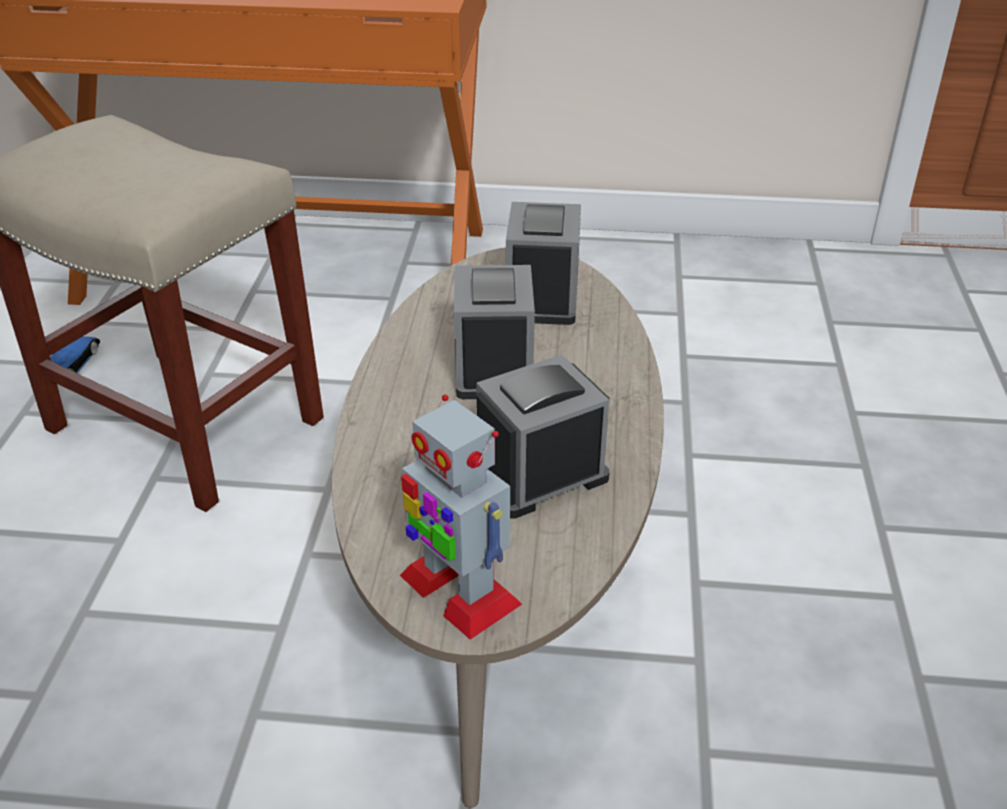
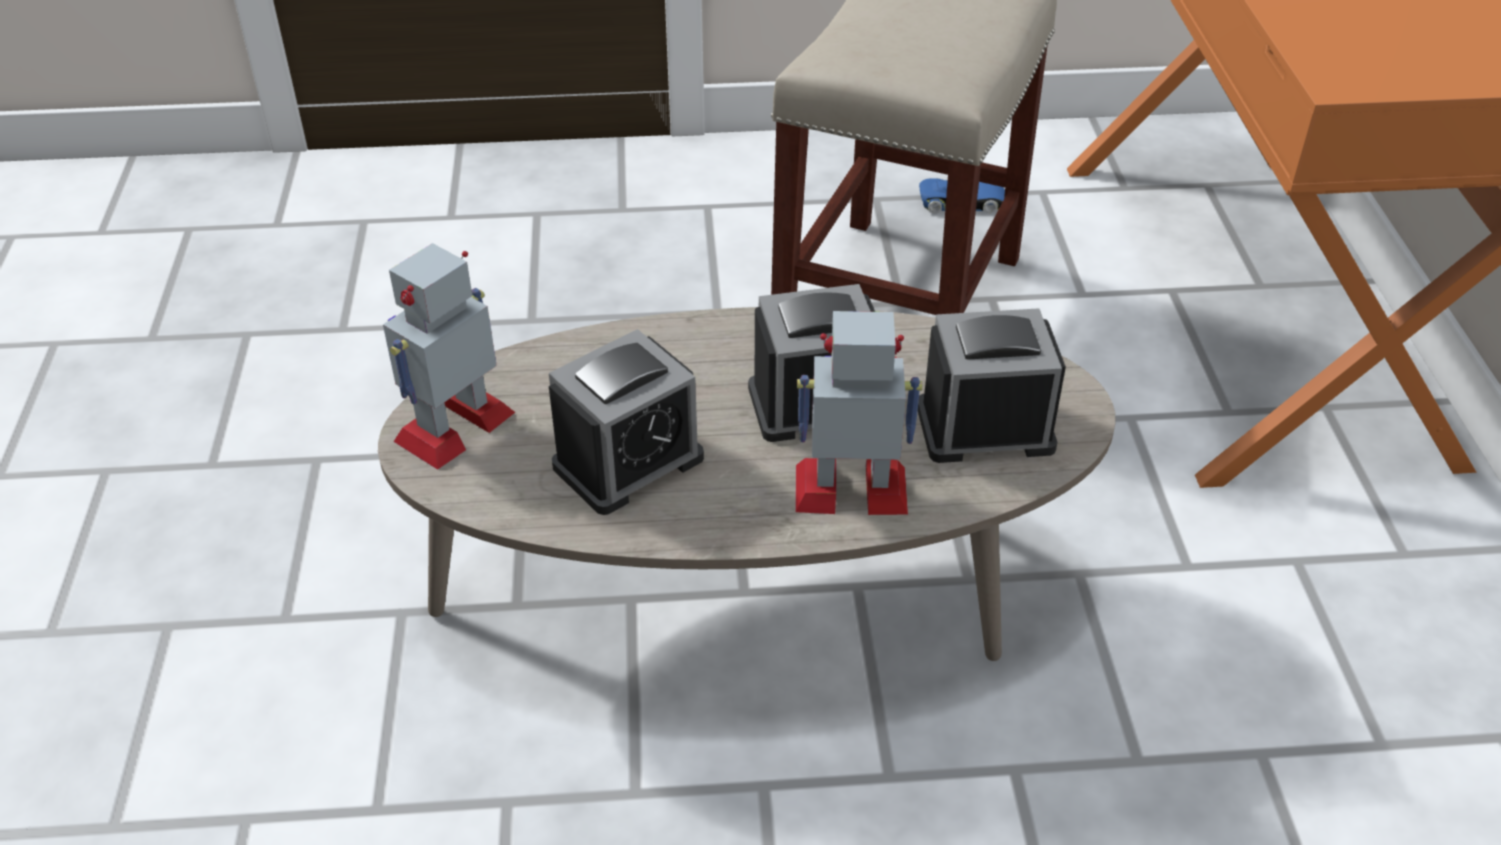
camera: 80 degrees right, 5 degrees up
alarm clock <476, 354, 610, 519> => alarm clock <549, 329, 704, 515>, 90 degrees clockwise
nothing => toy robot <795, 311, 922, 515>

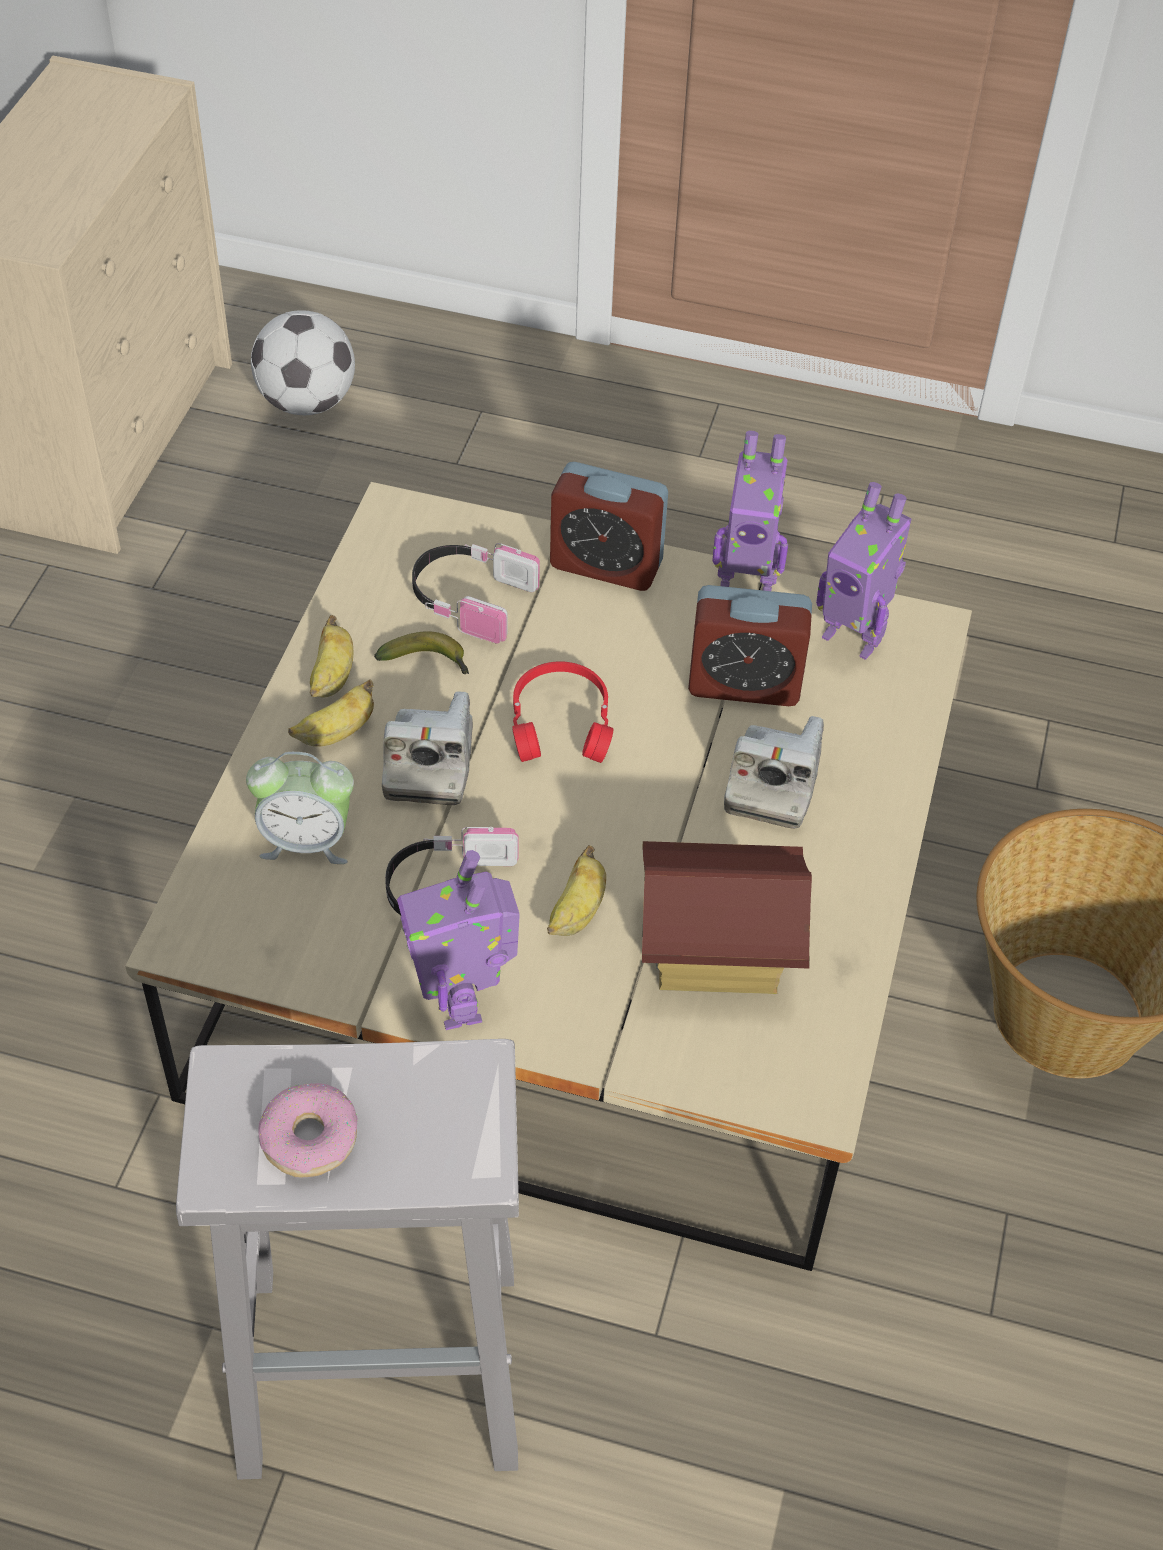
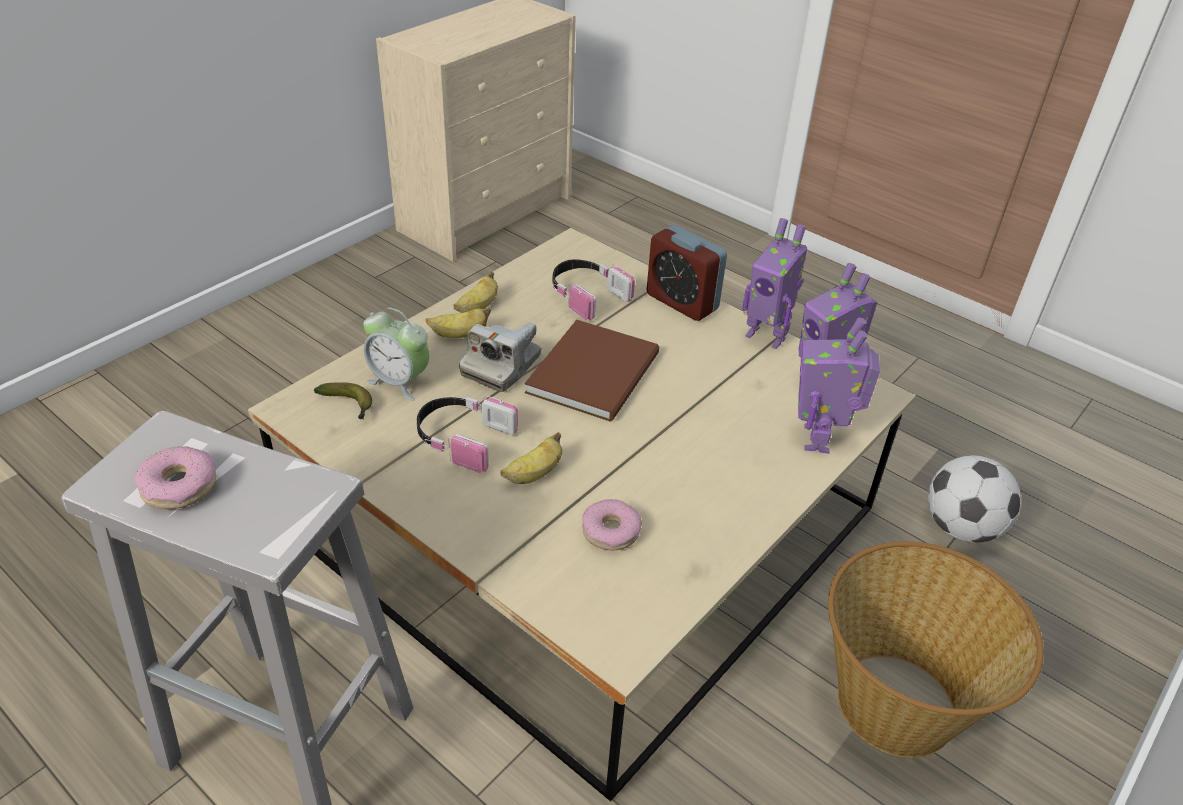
camera: 25 degrees right, 10 degrees down
football <251, 310, 355, 415> => football <928, 455, 1021, 543>, move
alarm clock <688, 585, 812, 706> => nothing
banana <374, 631, 469, 674> => banana <314, 382, 372, 420>, move
headphones (red) <512, 661, 613, 763> => book (brown) <525, 320, 659, 422>
photo camera <724, 716, 824, 829> => nothing
toy house <642, 841, 812, 994> => donut <582, 499, 642, 551>
toy robot <397, 850, 520, 1030> => toy robot <798, 317, 880, 454>, move

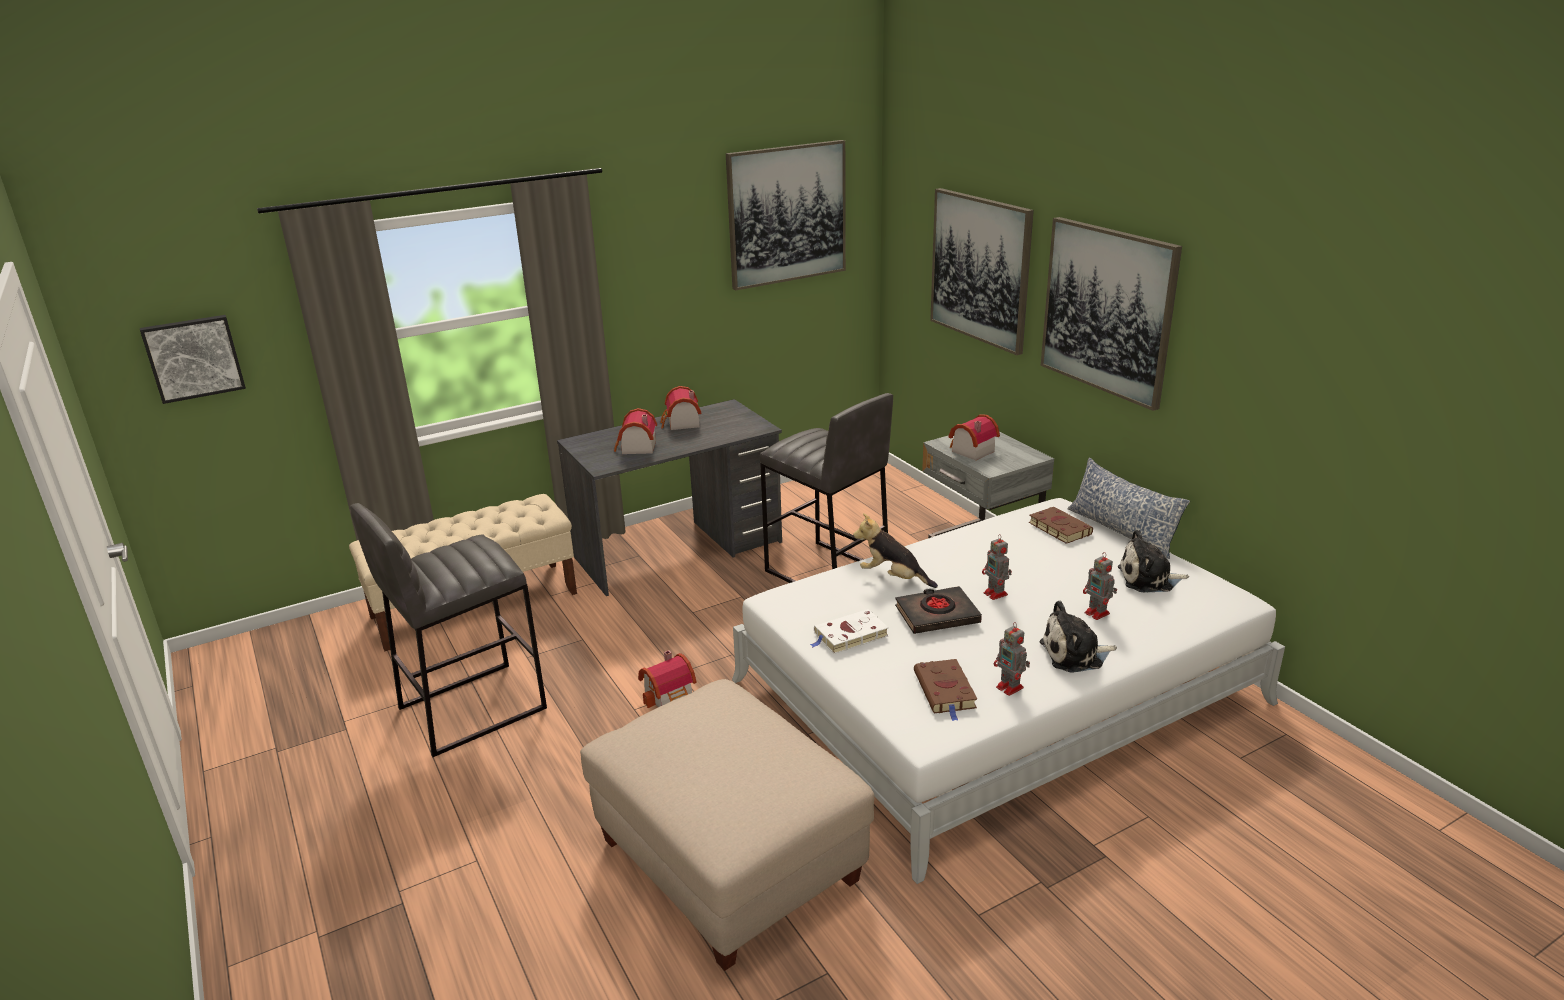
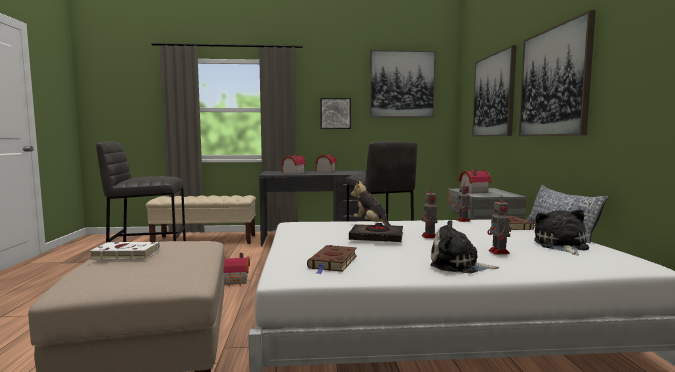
camera: 25 degrees right, 20 degrees down
picture <140, 315, 246, 404> => picture <320, 98, 351, 129>, move
plush toy <1118, 529, 1189, 592> => plush toy <534, 209, 589, 255>, 75 degrees clockwise
book (white) <810, 609, 889, 654> => book (white) <89, 242, 160, 260>, move
toy robot <994, 622, 1030, 696> => toy robot <455, 180, 471, 222>, move

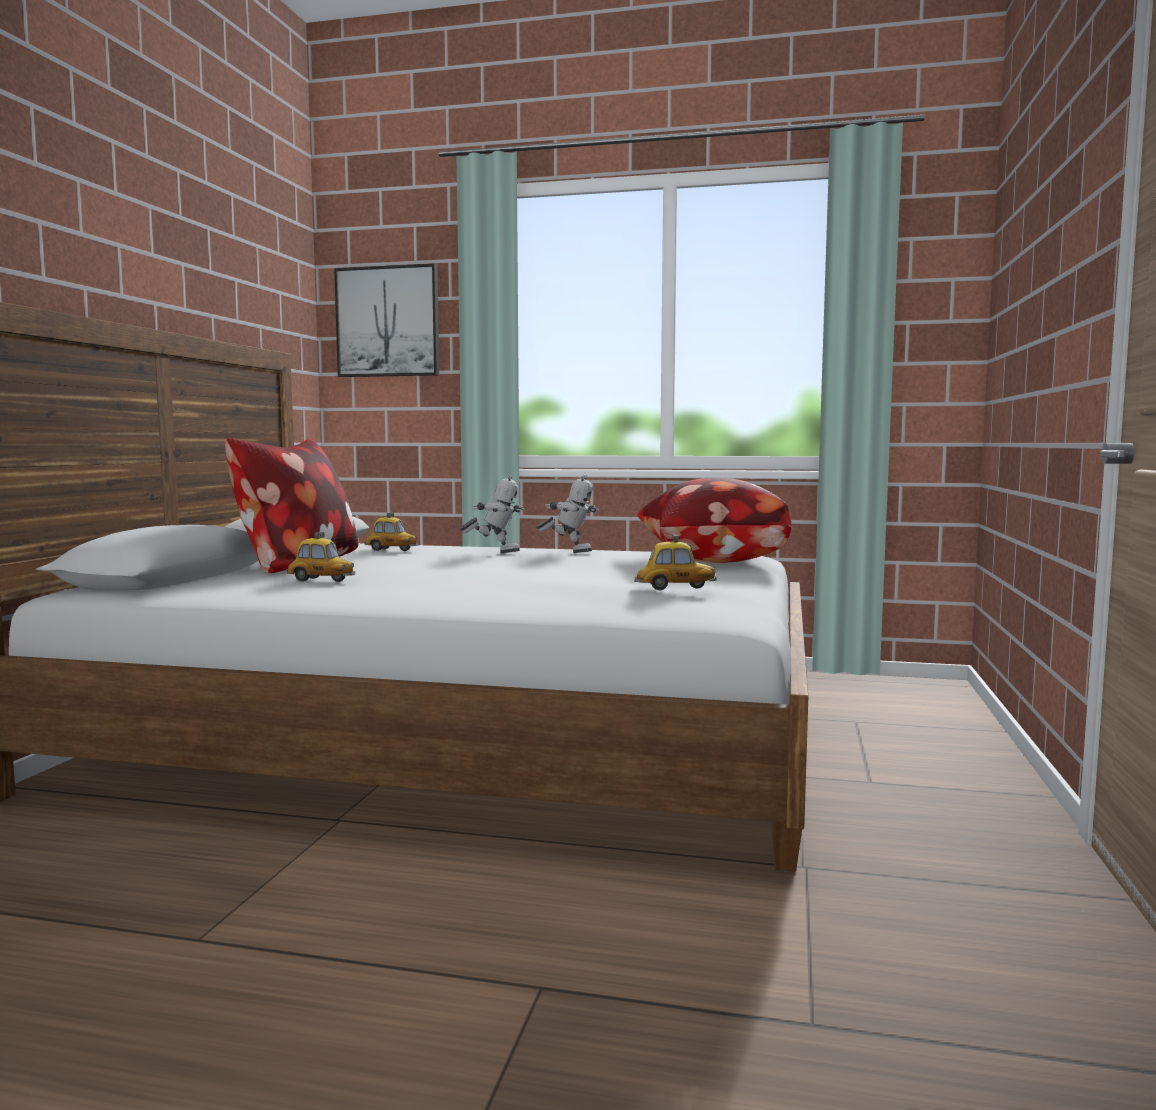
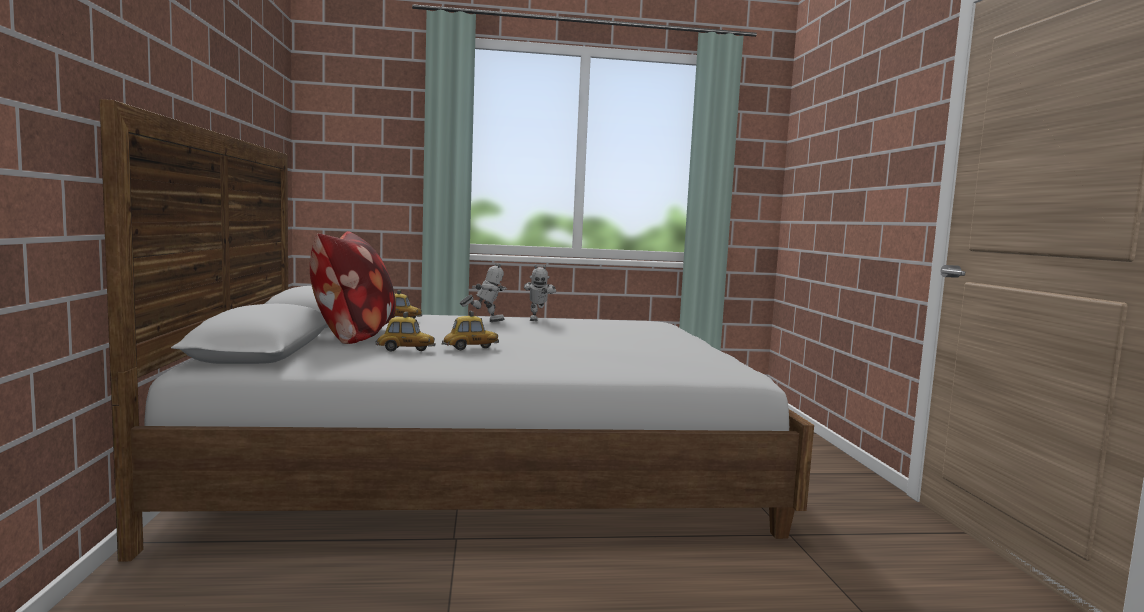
camera: 20 degrees left, 0 degrees up
picture <334, 264, 439, 377> => nothing
toy robot <536, 475, 599, 553> => toy robot <524, 265, 556, 321>, 90 degrees clockwise
pillow <637, 478, 792, 563> => nothing
toy car <634, 535, 717, 590> => toy car <441, 311, 499, 350>, move

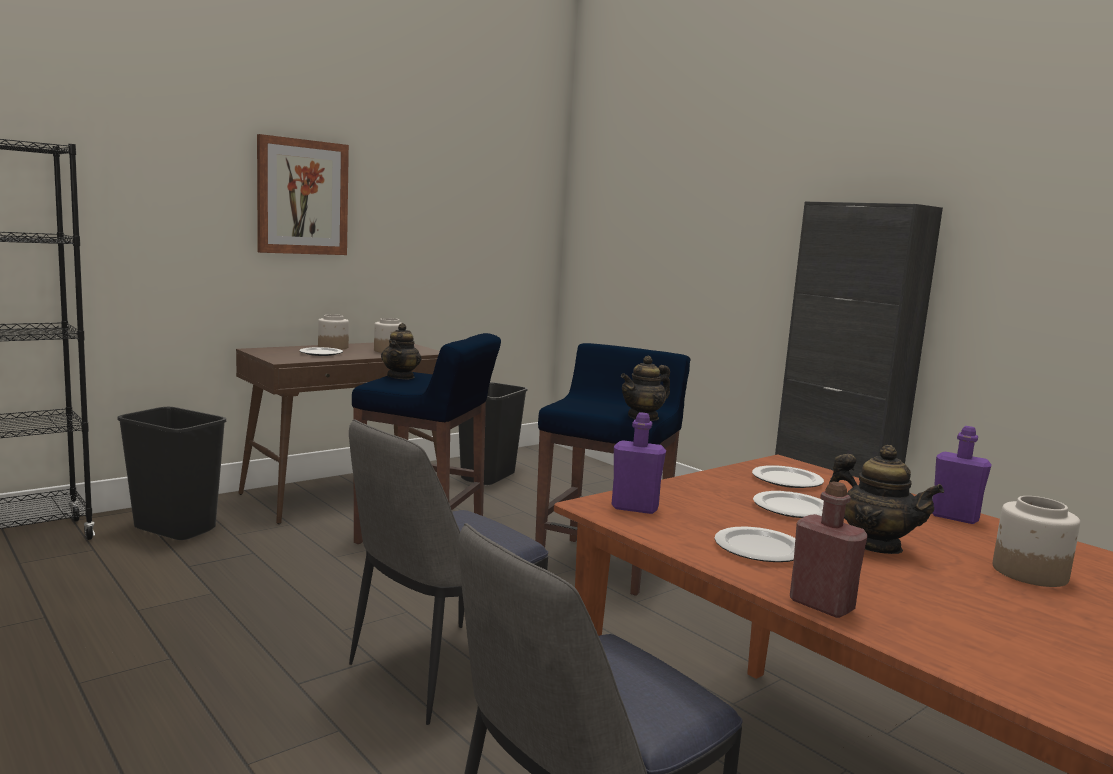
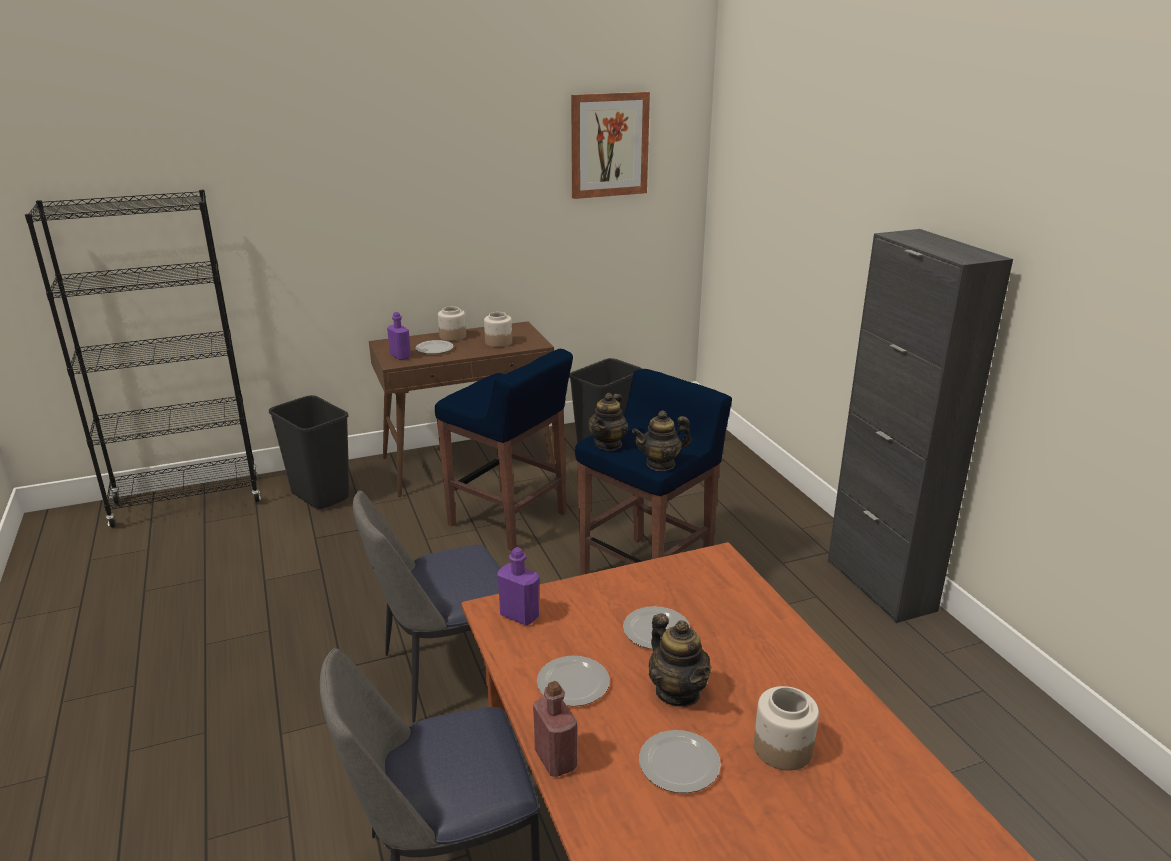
camera: 20 degrees right, 15 degrees up
picture <257, 134, 349, 255> => picture <571, 92, 650, 199>, move
teapot <381, 323, 421, 379> => teapot <588, 393, 629, 450>, move
bottle (purple) <932, 426, 992, 524> => bottle (purple) <387, 312, 411, 360>, move
plate <752, 465, 824, 488> => plate <639, 730, 721, 793>, move

